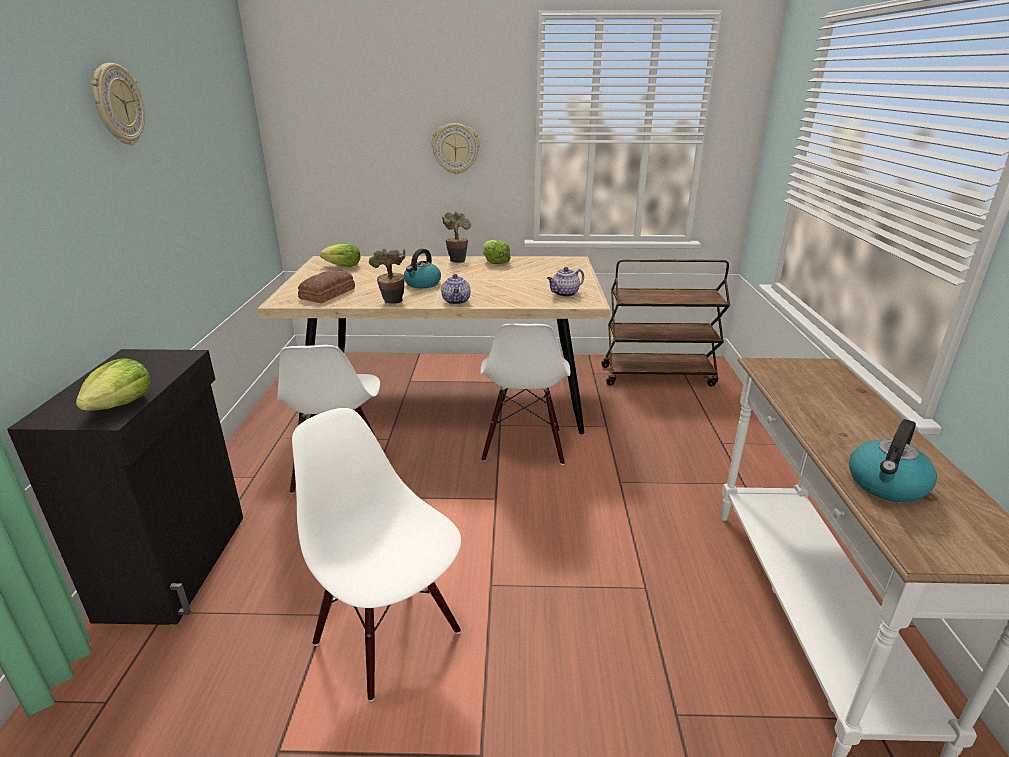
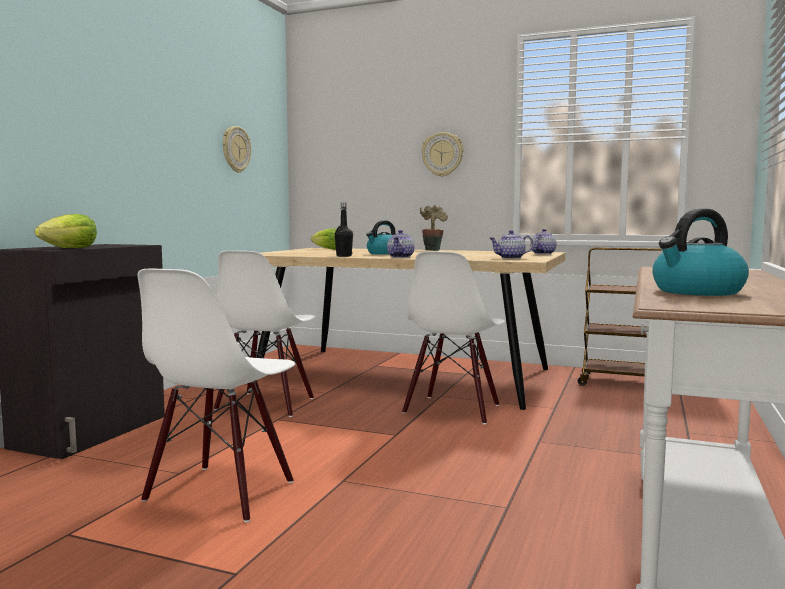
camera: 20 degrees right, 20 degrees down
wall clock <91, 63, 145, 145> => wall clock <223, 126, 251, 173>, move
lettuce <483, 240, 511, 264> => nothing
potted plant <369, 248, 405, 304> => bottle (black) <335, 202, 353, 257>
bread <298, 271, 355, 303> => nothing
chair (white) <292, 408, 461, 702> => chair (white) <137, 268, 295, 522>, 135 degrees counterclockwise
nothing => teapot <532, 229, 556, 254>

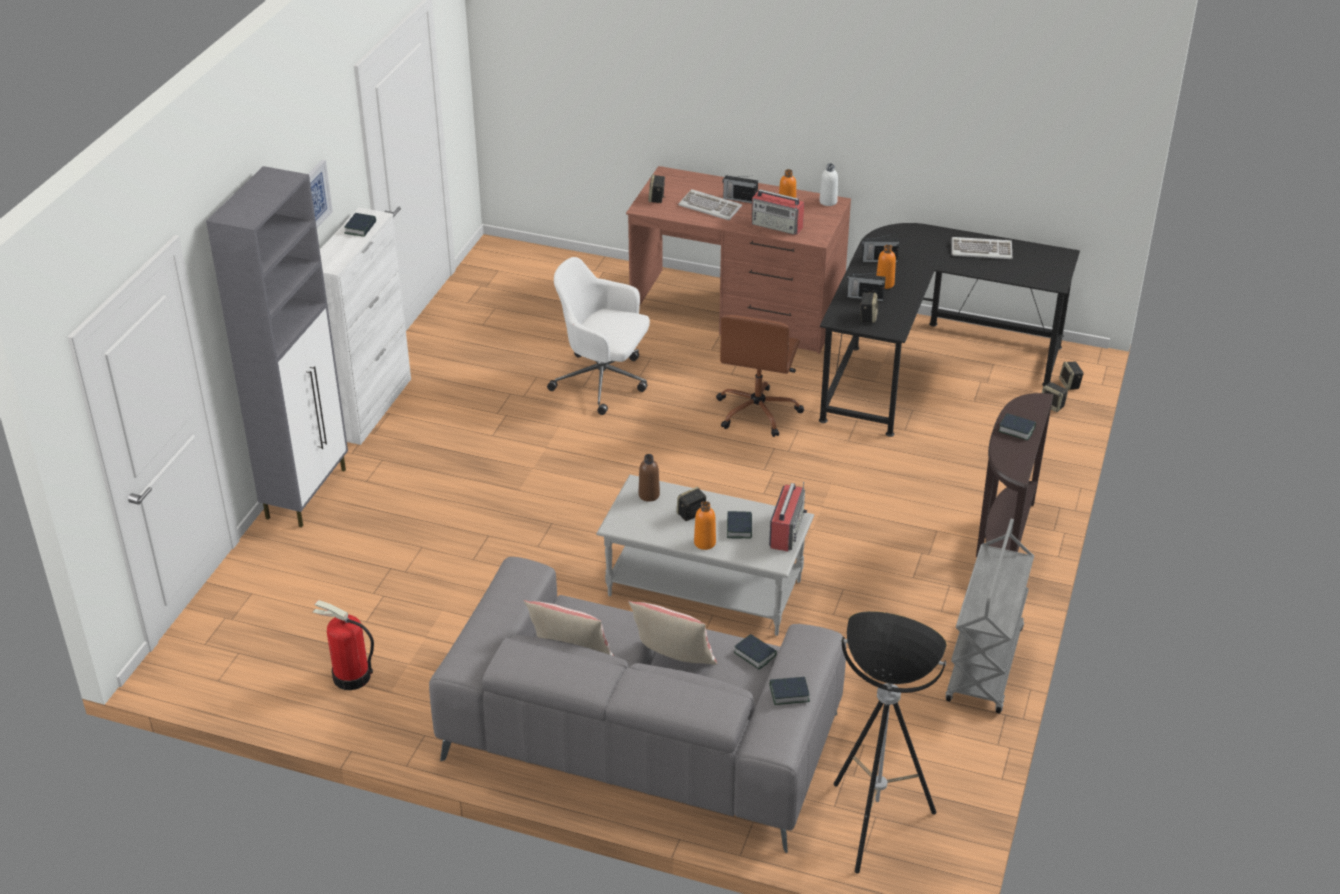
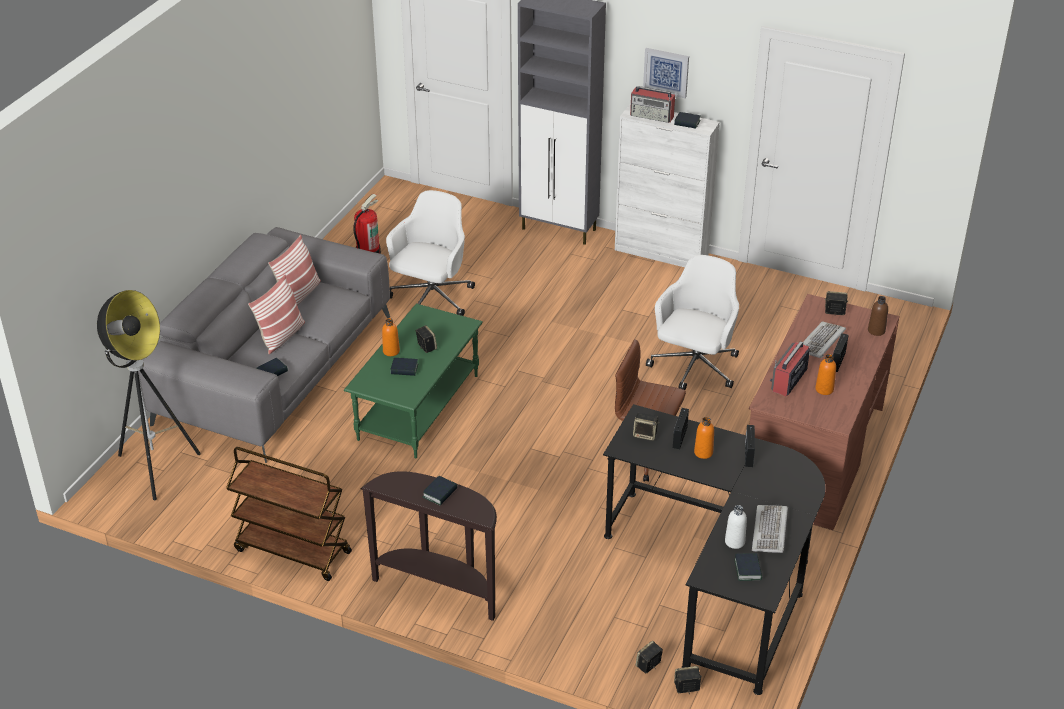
camera: 95 degrees right, 0 degrees up
bottle (white) <819, 163, 838, 206> => bottle (white) <725, 505, 747, 549>, move
bottle (brown) <639, 454, 660, 502> => bottle (brown) <868, 296, 888, 336>, move
coffee table (grey) <596, 475, 814, 636> => coffee table (green) <344, 304, 483, 458>
radio <769, 482, 807, 552> => radio <630, 86, 675, 123>, move
cart (grey) <946, 519, 1034, 713> => cart (brown) <226, 447, 352, 581>
book <770, 677, 810, 705> => book <734, 553, 762, 581>, move
nothing => office chair (white) <386, 190, 475, 316>

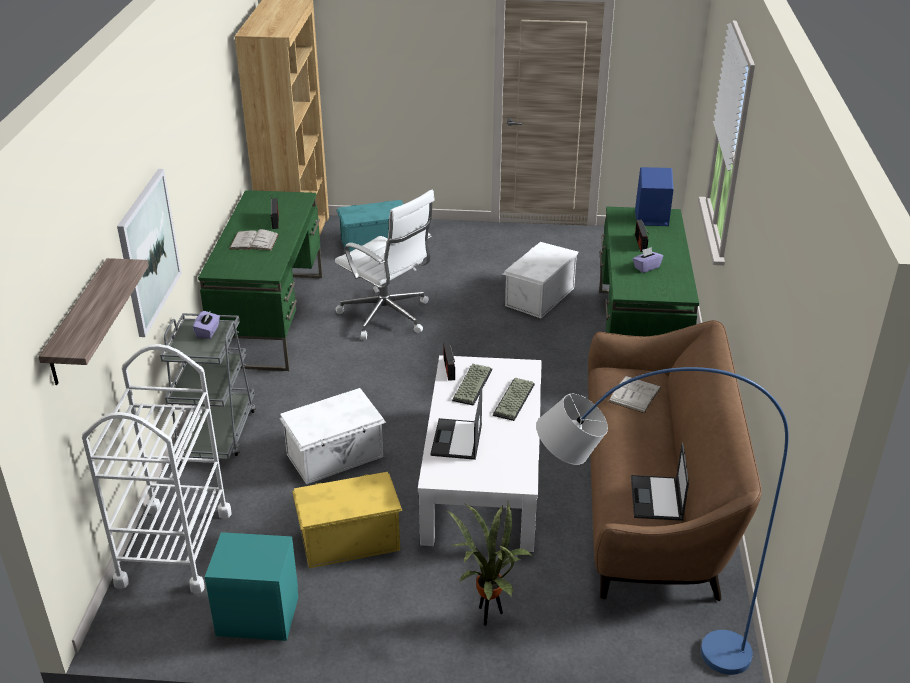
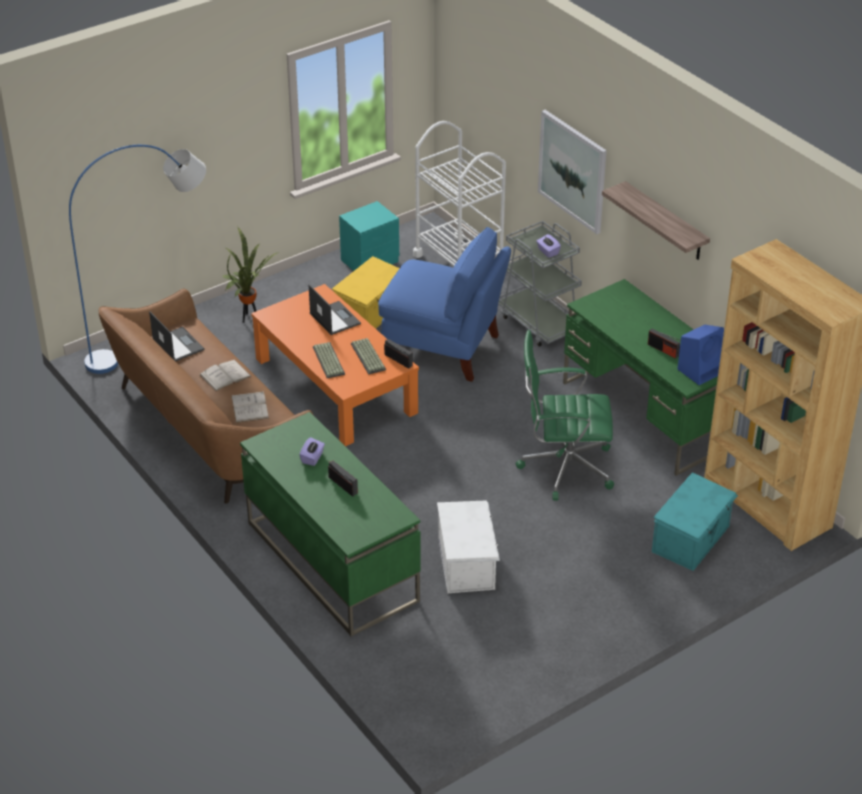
camera: 140 degrees right, 5 degrees up
speaker (blue) <635, 167, 673, 226> => speaker (blue) <677, 325, 724, 385>, move
office chair (white) <335, 190, 435, 340> => office chair (green) <516, 330, 614, 501>
book (white) <229, 229, 279, 251> => book (white) <200, 360, 252, 392>, move
shelf <38, 258, 149, 385> => shelf <602, 181, 710, 260>, move
coffee table (white) <418, 355, 542, 552> => coffee table (orange) <251, 284, 419, 446>
storage box (white) <279, 388, 386, 484> => chair (blue) <378, 227, 511, 382>

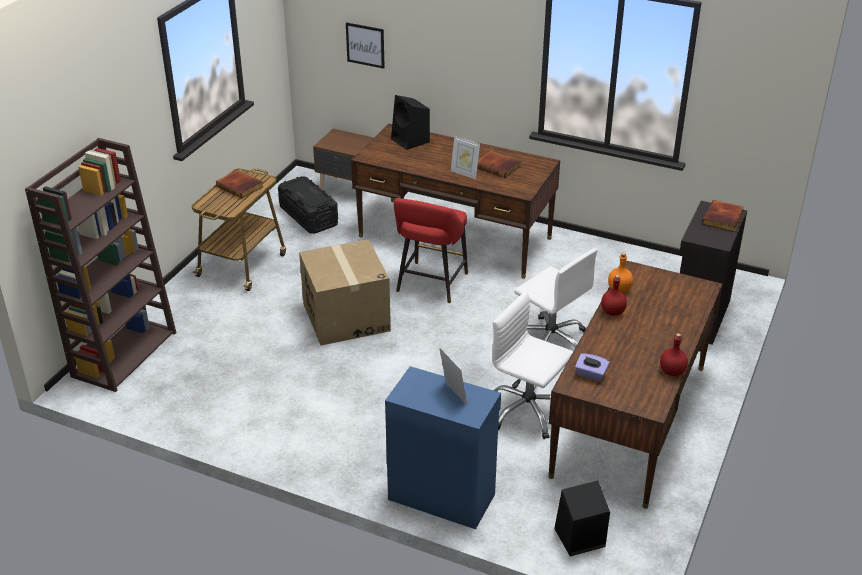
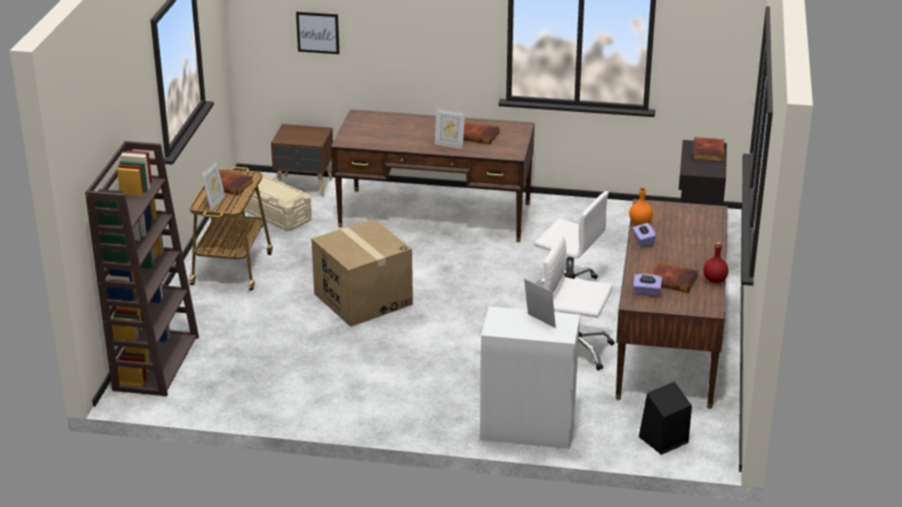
camera: 15 degrees left, 5 degrees down
speaker (black) <391, 95, 430, 150> => nothing
storage box (black) <278, 176, 338, 234> => storage box (beige) <244, 176, 312, 231>
stool (red) <394, 198, 468, 303> => nothing
bottle (red) <601, 275, 627, 316> => tissue box (purple) <633, 223, 656, 247>
cabinet (blue) <385, 366, 501, 529> => cabinet (white) <480, 306, 580, 449>
nothing => picture frame <202, 161, 225, 210>
nothing => book <650, 262, 698, 293>

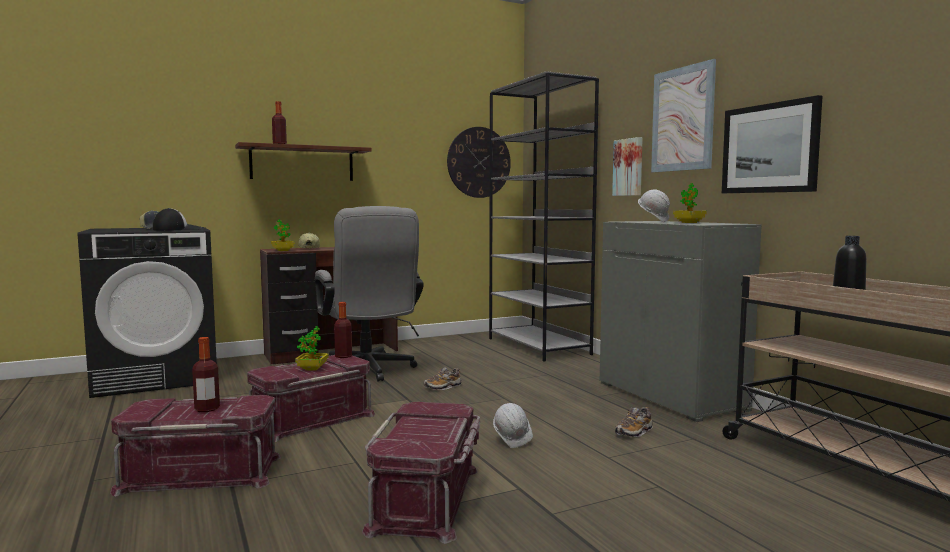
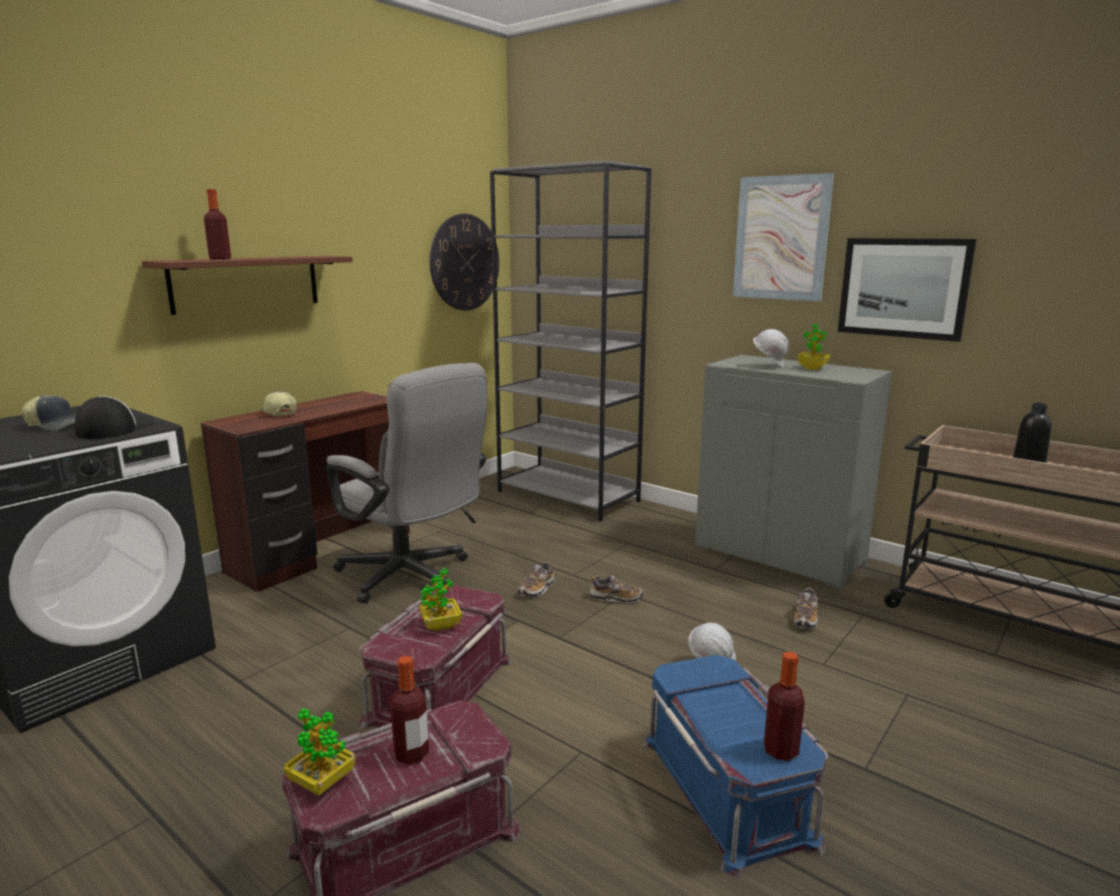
camera: 25 degrees left, 10 degrees up
picture <612, 137, 643, 196> => nothing
potted plant <271, 219, 295, 251> => potted plant <283, 708, 356, 796>, move
bottle <334, 302, 352, 358> => bottle <764, 652, 805, 761>, move
storage box (red) <362, 402, 480, 544> => storage box (blue) <643, 655, 829, 878>
nothing => shoe <589, 575, 643, 603>

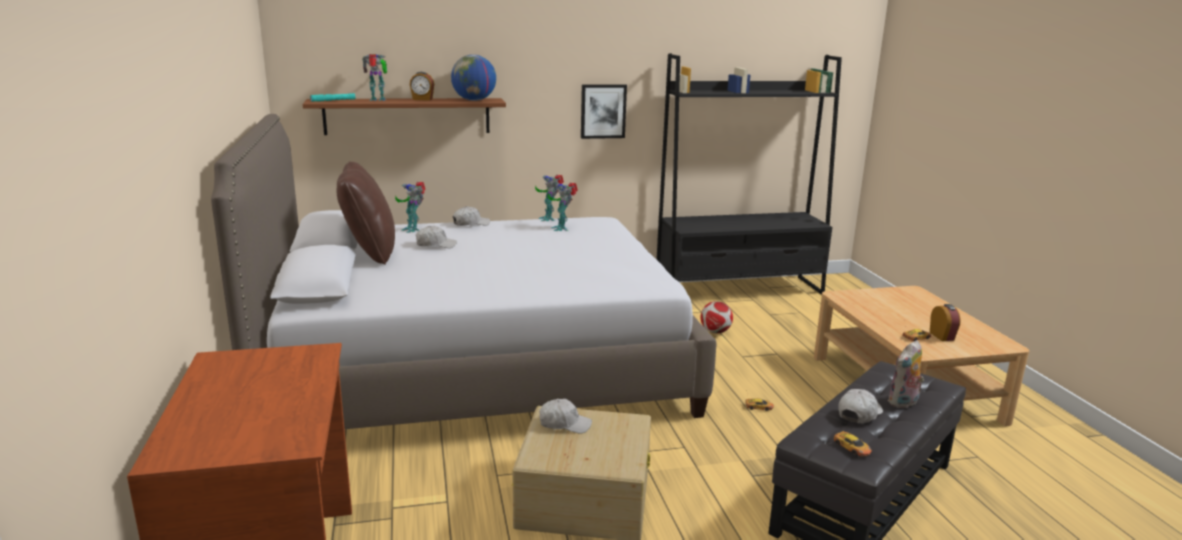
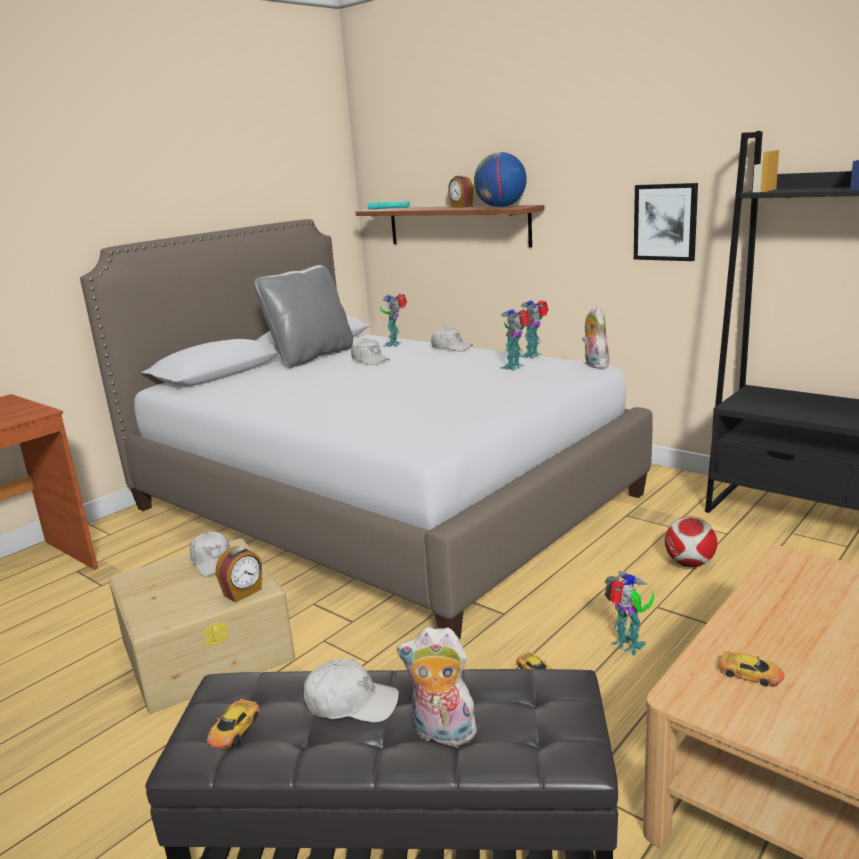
camera: 55 degrees right, 0 degrees up
toy robot <362, 54, 388, 101> => toy robot <605, 571, 654, 656>, move
pillow (brown) <336, 161, 395, 265> => pillow (grey) <254, 265, 353, 368>
alarm clock <930, 304, 961, 341> => alarm clock <216, 546, 262, 603>, move
nothing => plush toy <582, 306, 610, 369>

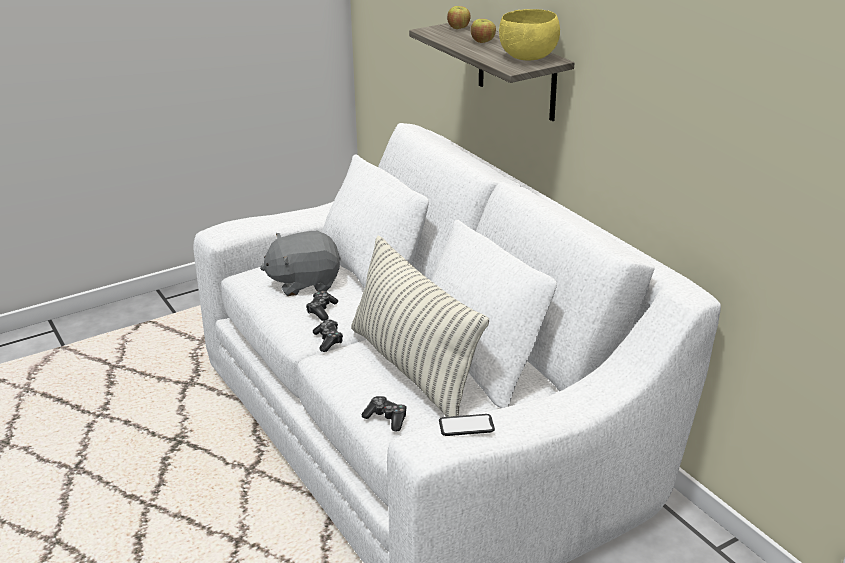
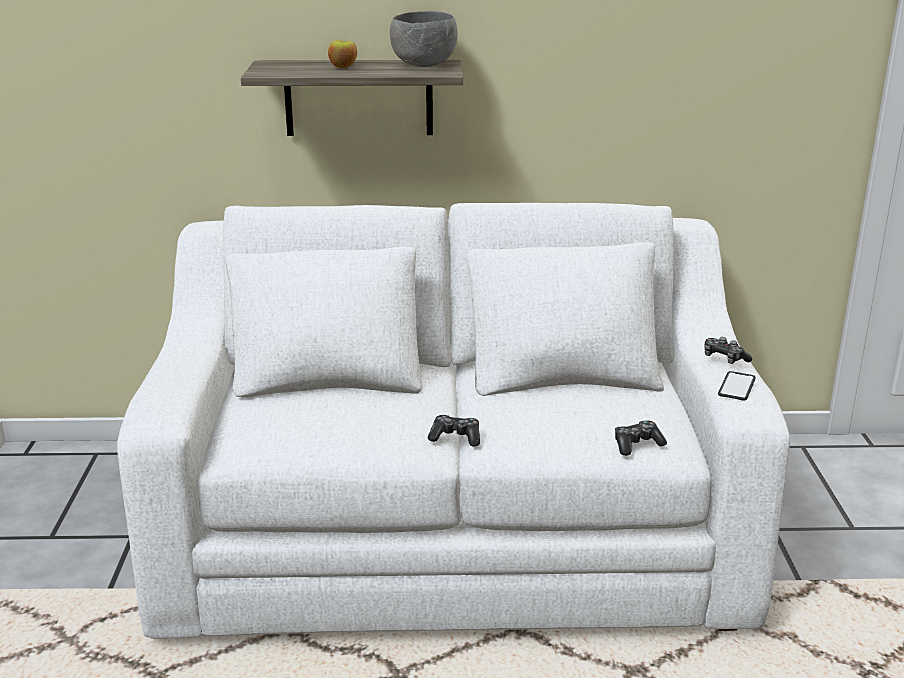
camera: 60 degrees left, 5 degrees down
apple <447, 6, 471, 29> => nothing
bowl (yellow) <499, 9, 560, 61> => bowl (grey) <390, 11, 458, 67>
plush toy (grey) <260, 231, 341, 296> => nothing
pillow <351, 235, 489, 417> => nothing
game controller <306, 291, 338, 321> => game controller <704, 337, 752, 364>, move

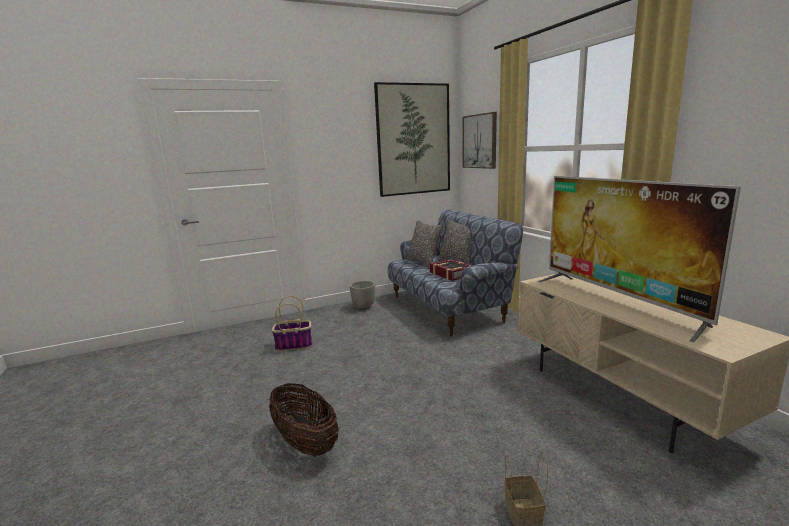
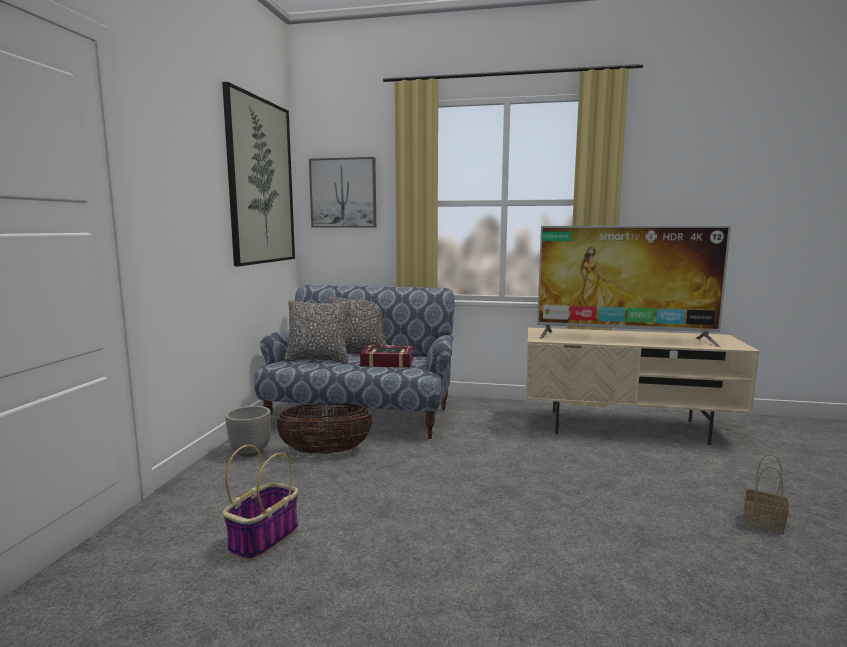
camera: 55 degrees left, 5 degrees down
basket <269, 383, 338, 457> => basket <276, 403, 373, 454>, move

